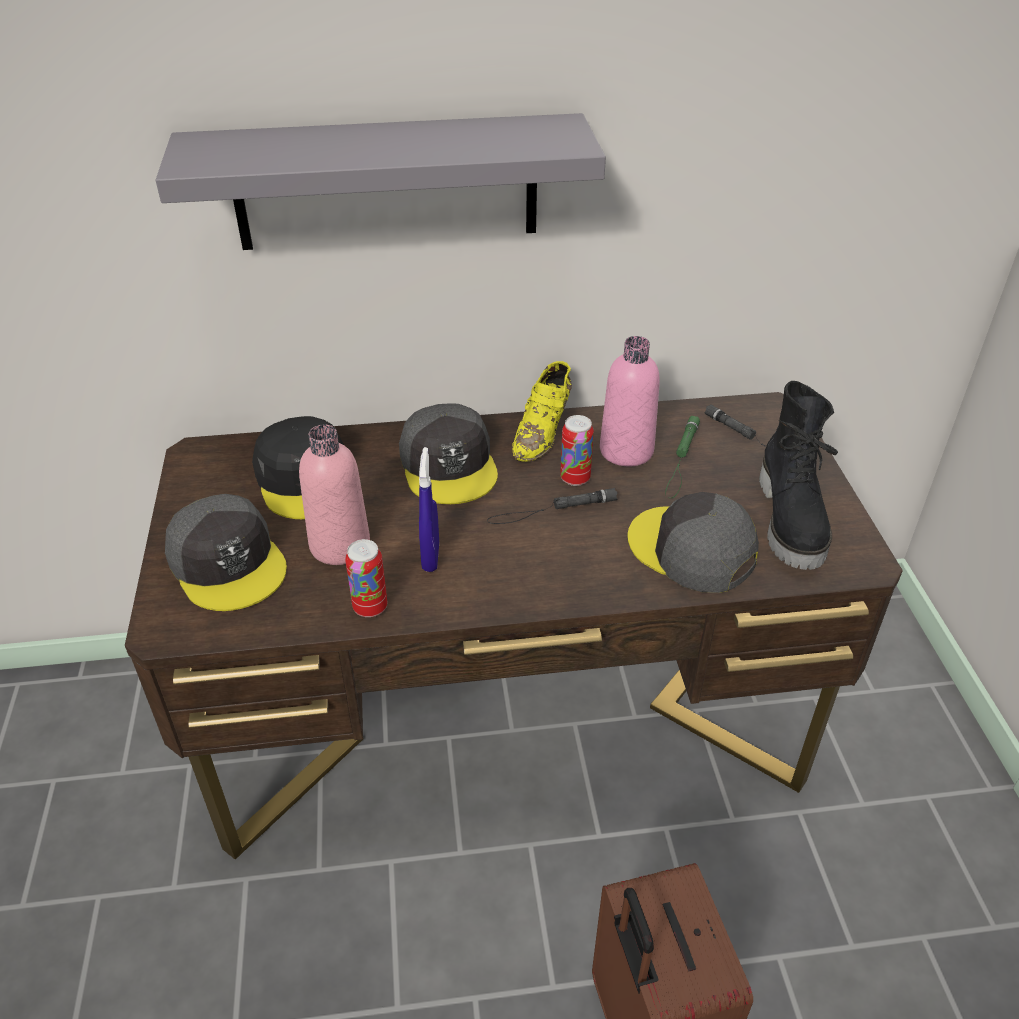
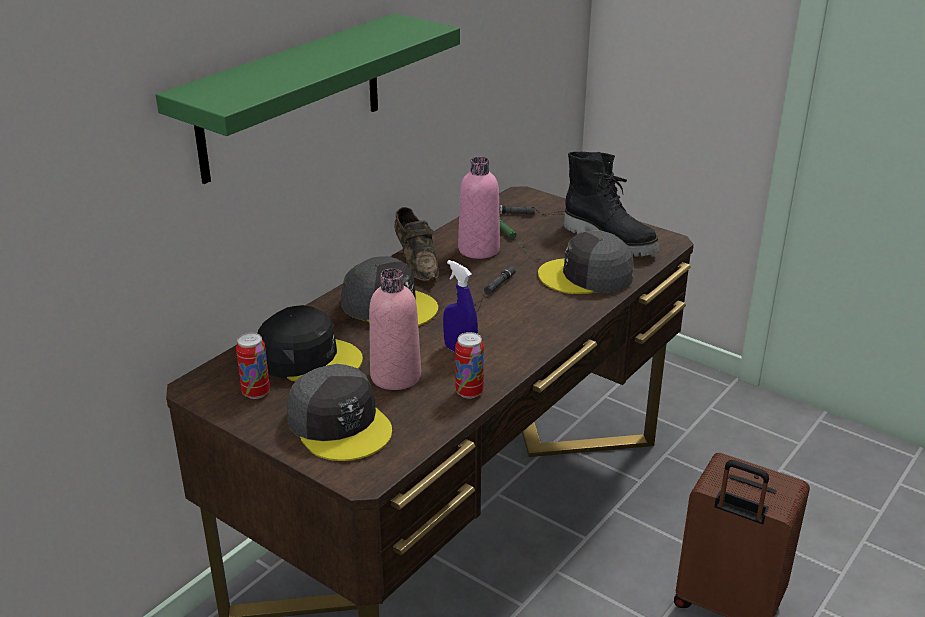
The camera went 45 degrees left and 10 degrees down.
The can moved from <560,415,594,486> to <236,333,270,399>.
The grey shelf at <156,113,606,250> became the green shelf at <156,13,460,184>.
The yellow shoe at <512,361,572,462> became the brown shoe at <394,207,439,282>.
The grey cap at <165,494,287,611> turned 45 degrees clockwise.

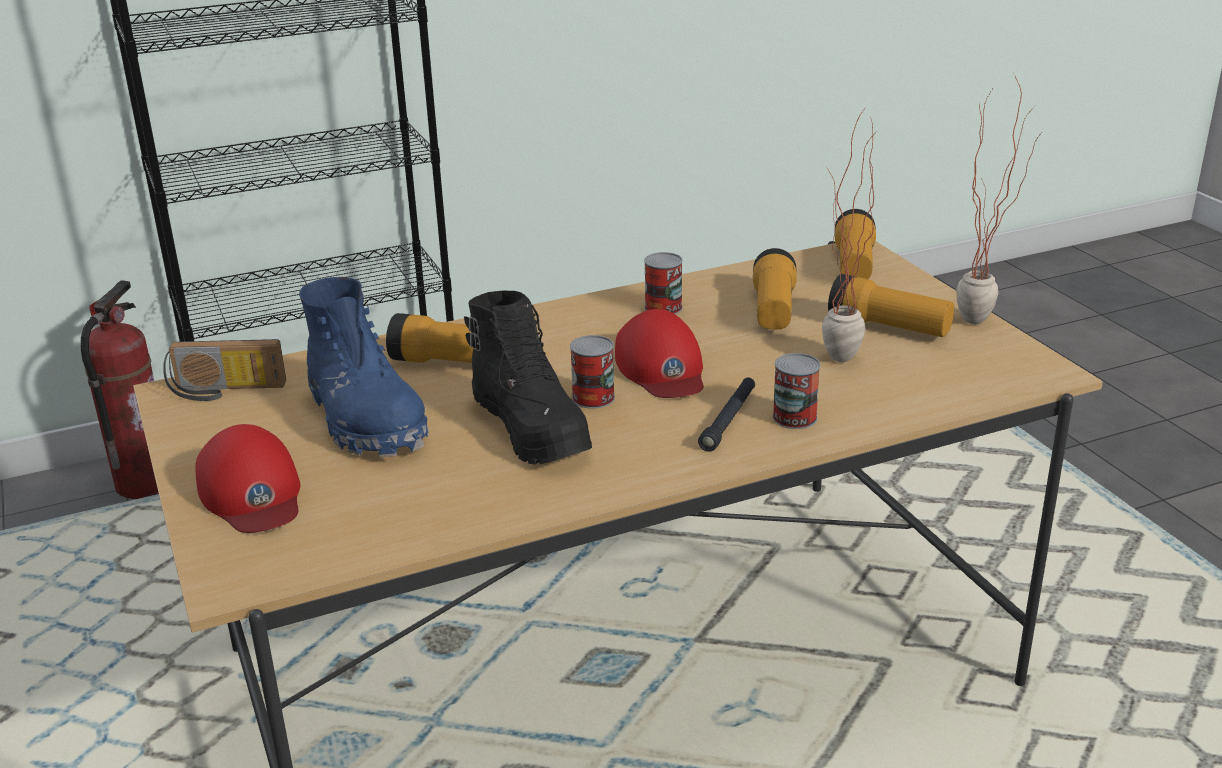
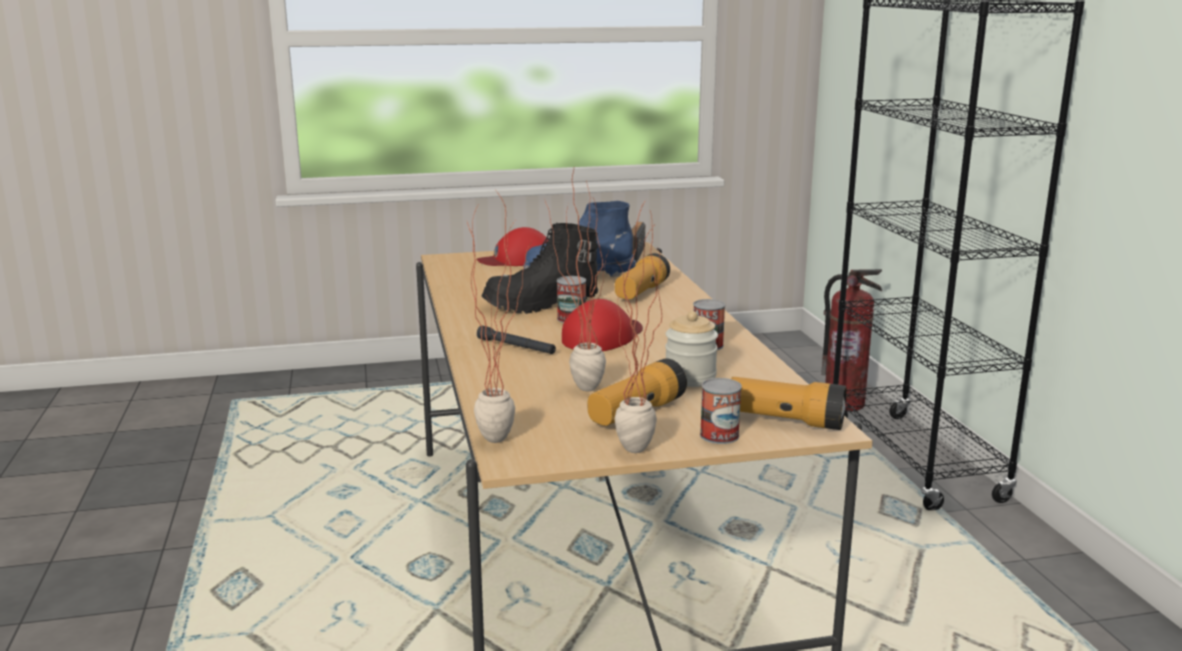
The camera went 100 degrees right and 10 degrees down.
The potted plant at <467,188,532,443> appeared.
The can moved from <773,353,821,429> to <700,378,742,444>.
The flashlight at <753,248,797,329> was replaced by the jar at <665,311,718,387>.
The red cap at <615,309,704,398> turned 135 degrees clockwise.

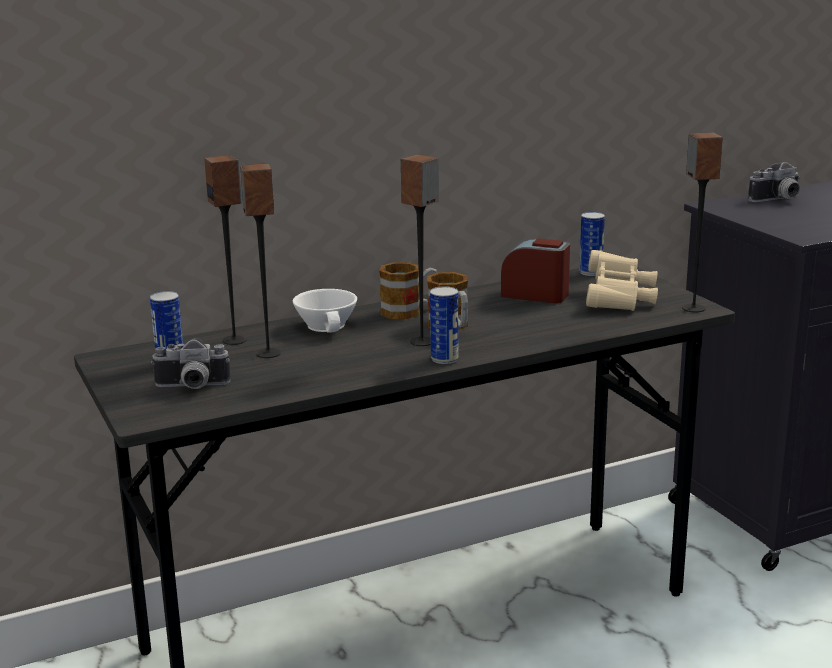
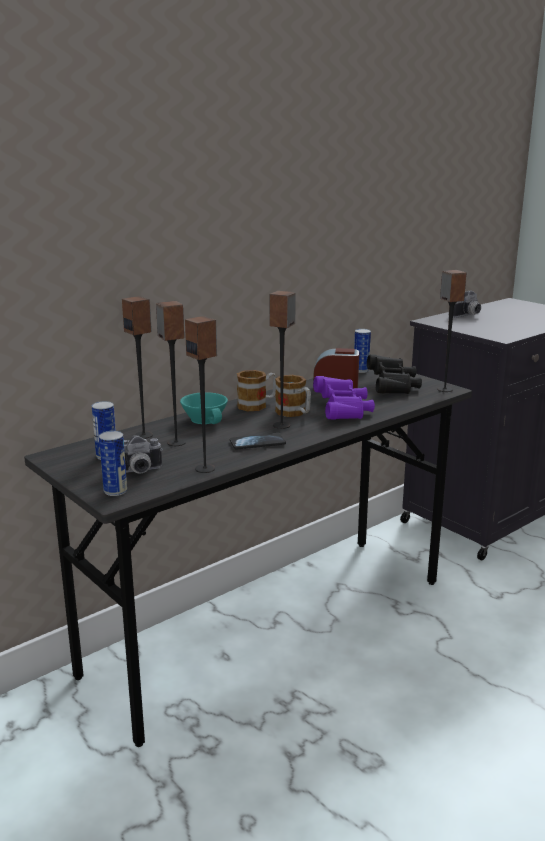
The camera went 15 degrees left and 0 degrees up.
The speaker at <185,316,217,473> appeared.
The phone at <230,433,286,449> appeared.
The purple binoculars at <313,376,375,420> appeared.
The can moved from <430,286,459,364> to <99,431,127,496>.
The white cup at <293,289,357,333> became the turquoise cup at <180,392,228,424>.
The beige binoculars at <586,250,658,311> became the black binoculars at <367,354,422,394>.

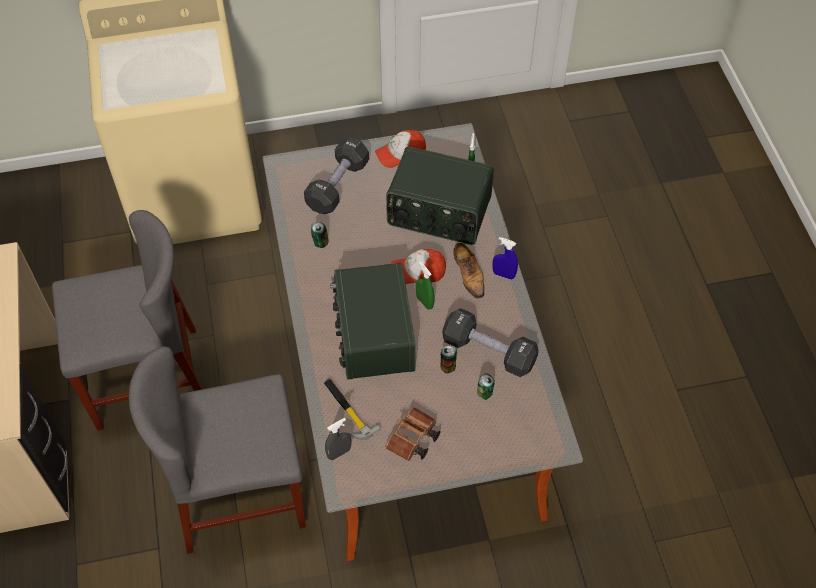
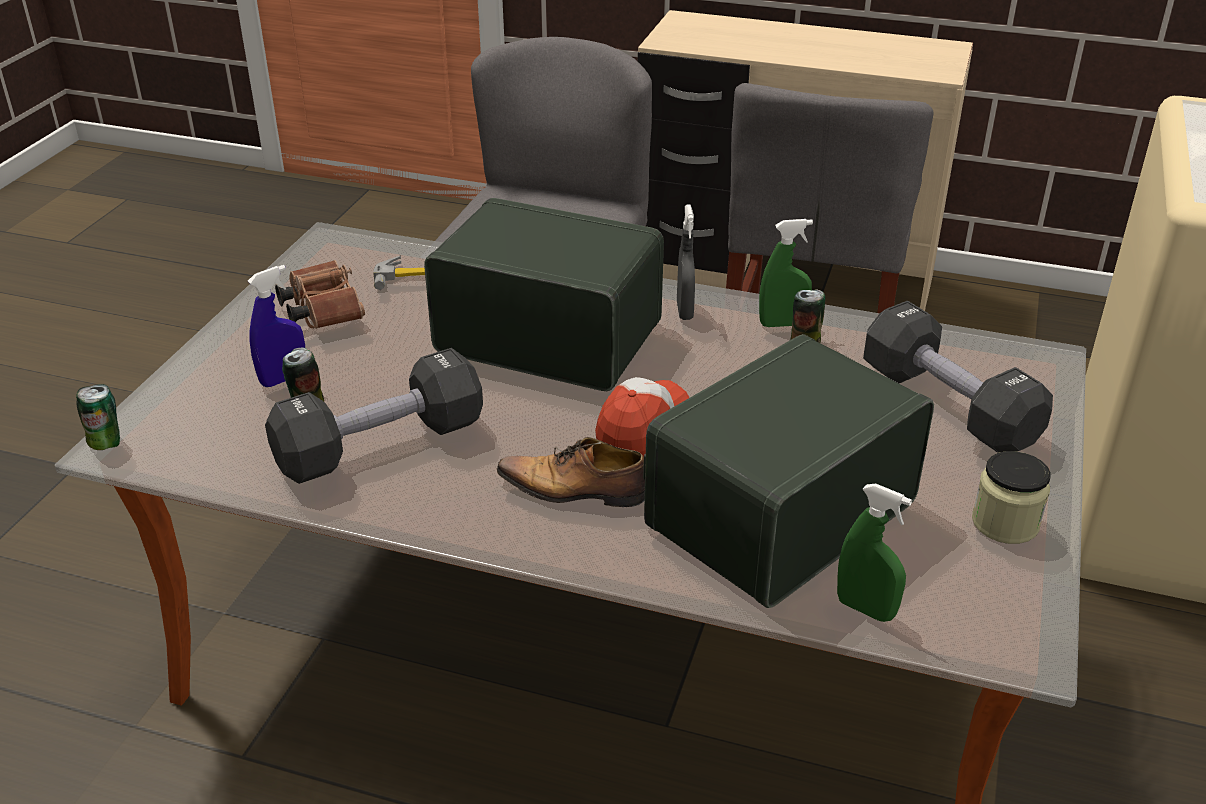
The camera went 120 degrees right and 20 degrees down.
The grey spray bottle moved from <325,418,351,460> to <677,204,695,320>.
The green spray bottle moved from <416,261,434,309> to <759,219,813,327>.
The can moved from <440,345,457,373> to <76,384,120,450>.
The blue spray bottle moved from <492,237,518,280> to <248,265,305,387>.
The cap at <375,130,426,168> was replaced by the jar at <972,451,1051,544>.

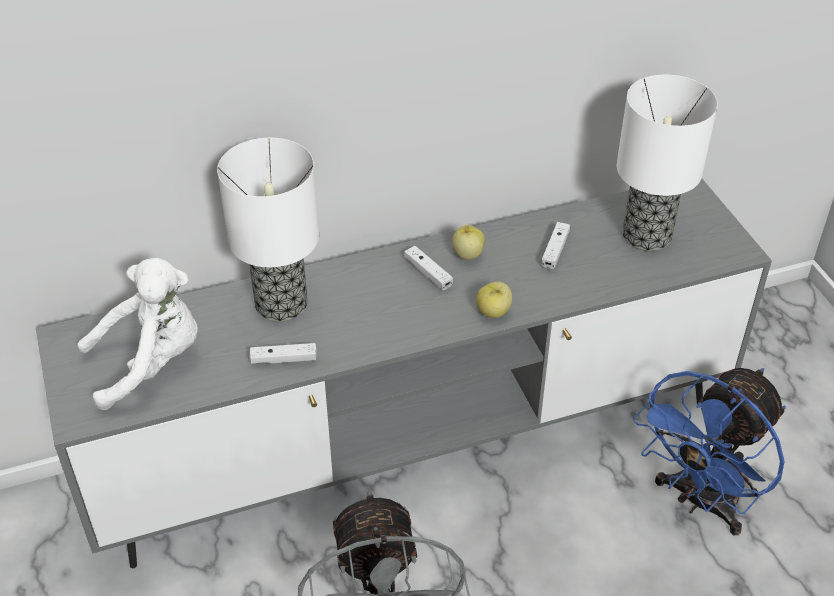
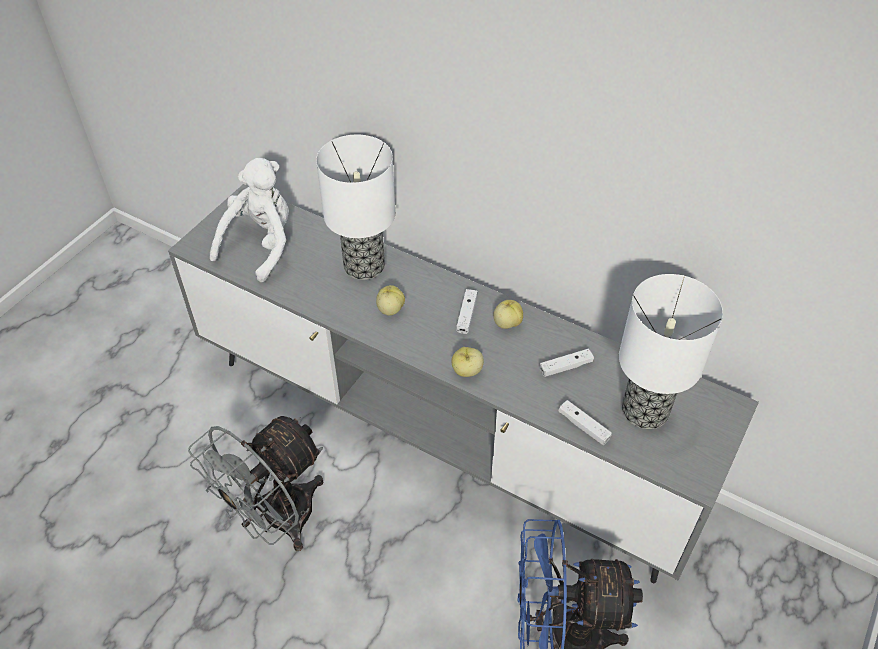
The camera went 50 degrees right and 5 degrees up.
The apple at <376,285,405,316> appeared.
The white game controller moved from <250,343,317,364> to <558,400,612,445>.
The white plush toy at <77,258,198,410> turned 90 degrees counterclockwise.

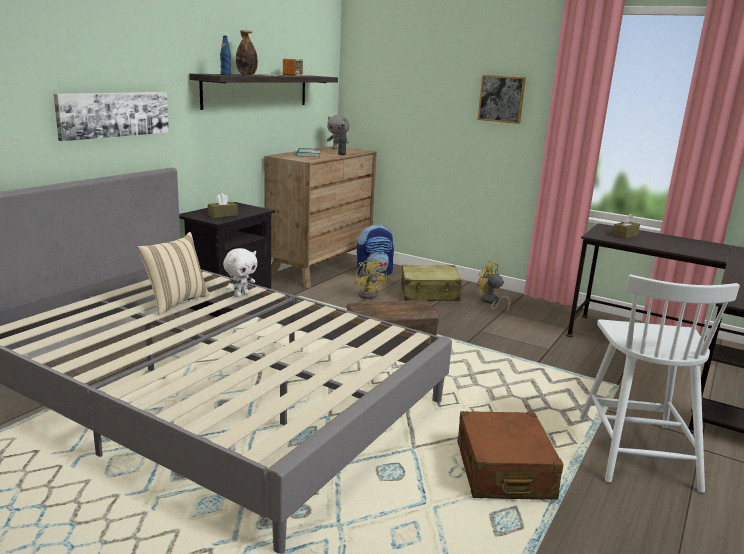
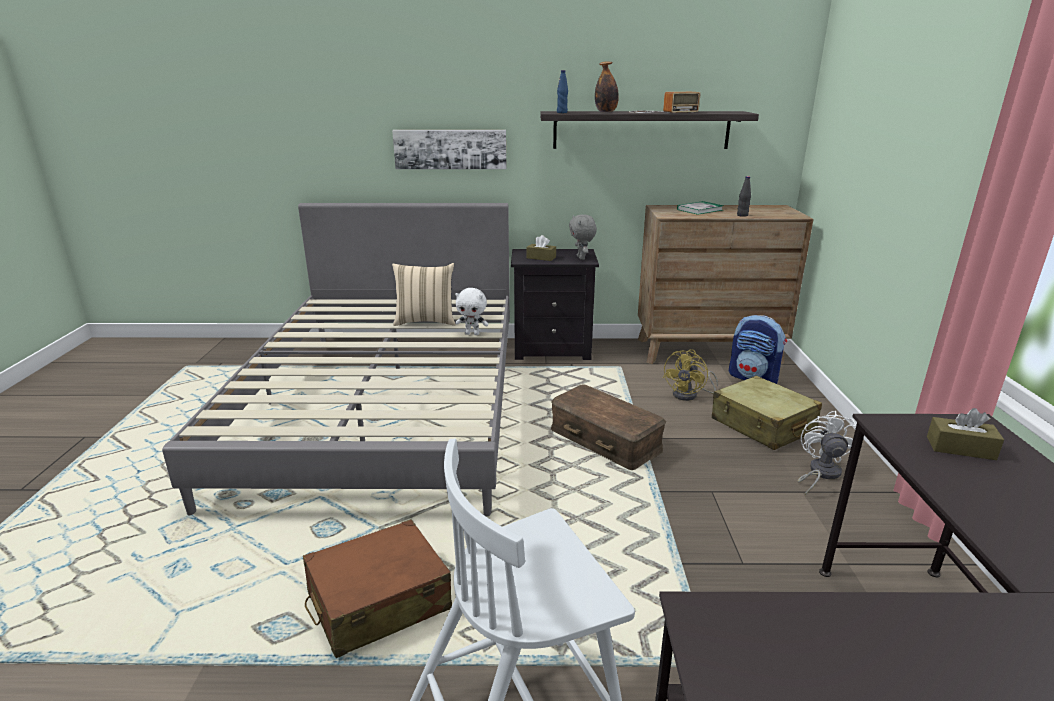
The camera went 60 degrees right and 5 degrees up.
The picture at <478,75,526,124> disappeared.
The grey plush toy moved from <327,115,350,149> to <569,215,597,260>.
The yellow fan at <477,261,510,313> became the white fan at <797,411,856,495>.

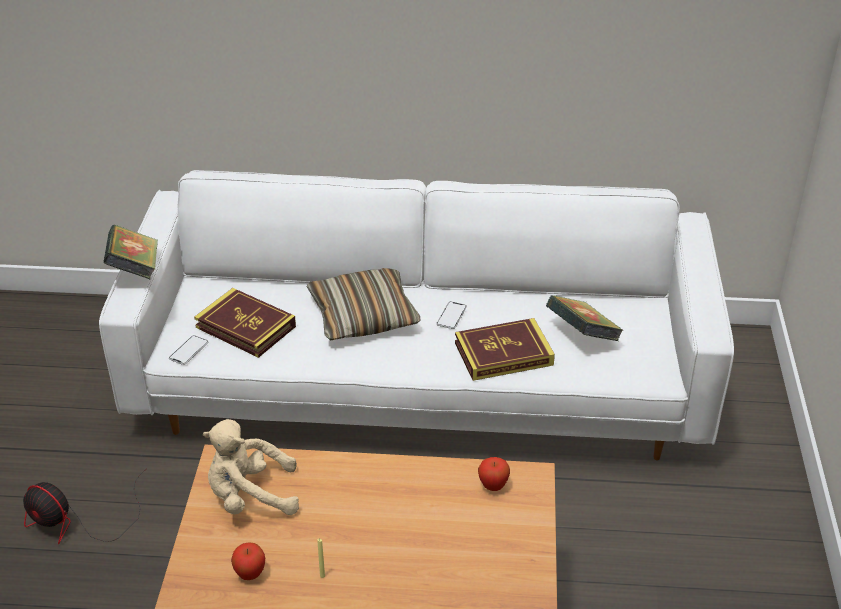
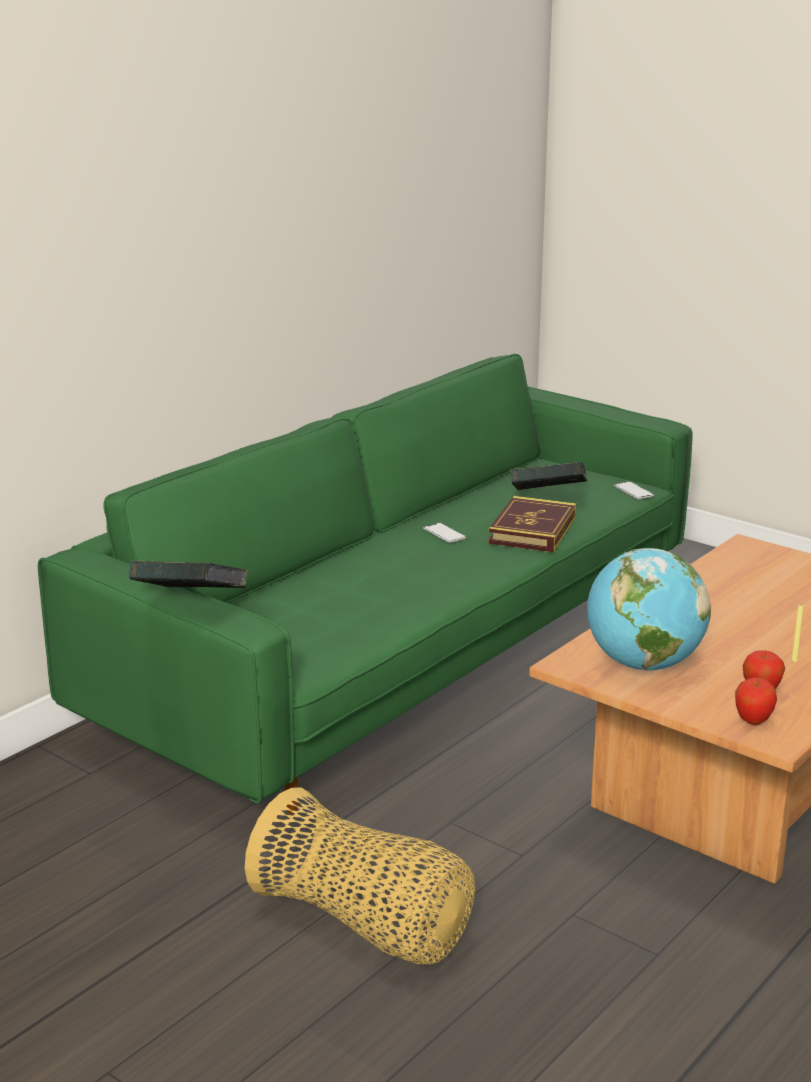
The camera went 55 degrees left and 15 degrees down.
The book at <194,288,296,358> disappeared.
The pillow at <306,268,421,341> disappeared.
The phone moved from <169,335,208,365> to <614,481,654,500>.
The apple moved from <478,457,510,491> to <735,678,777,725>.
The fan at <23,469,146,544> was replaced by the basket at <245,787,475,964>.
The beige plush toy at <203,419,299,515> was replaced by the globe at <587,548,711,671>.
The white sofa at <99,170,734,460> became the green sofa at <38,354,692,814>.

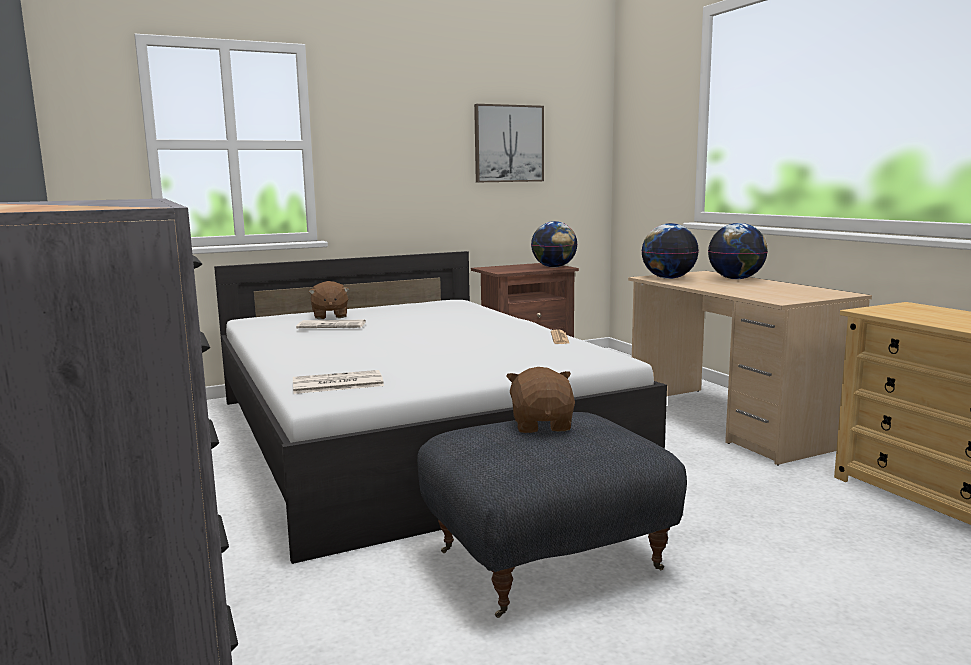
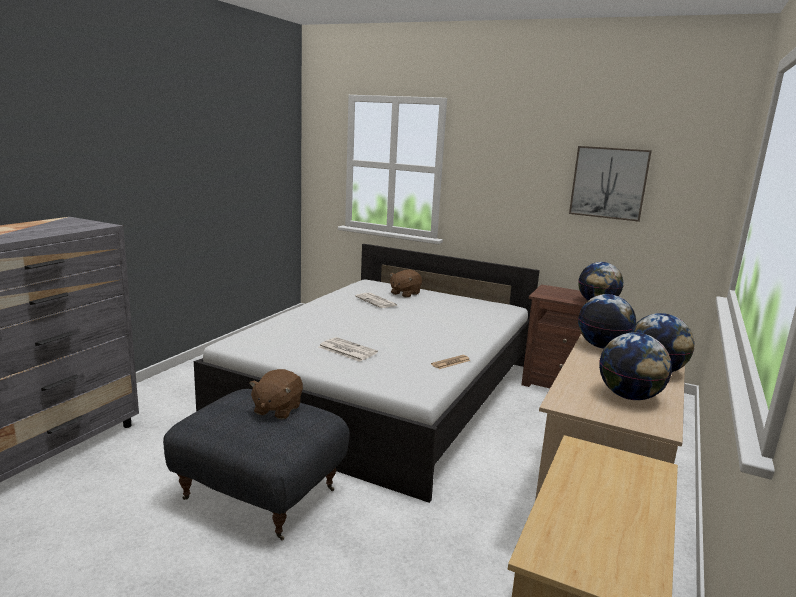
The camera went 50 degrees right and 5 degrees up.
The globe at <599,333,672,400> appeared.
The newspaper moved from <293,370,384,394> to <319,337,378,362>.
The brown plush toy at <506,367,575,433> turned 150 degrees clockwise.

